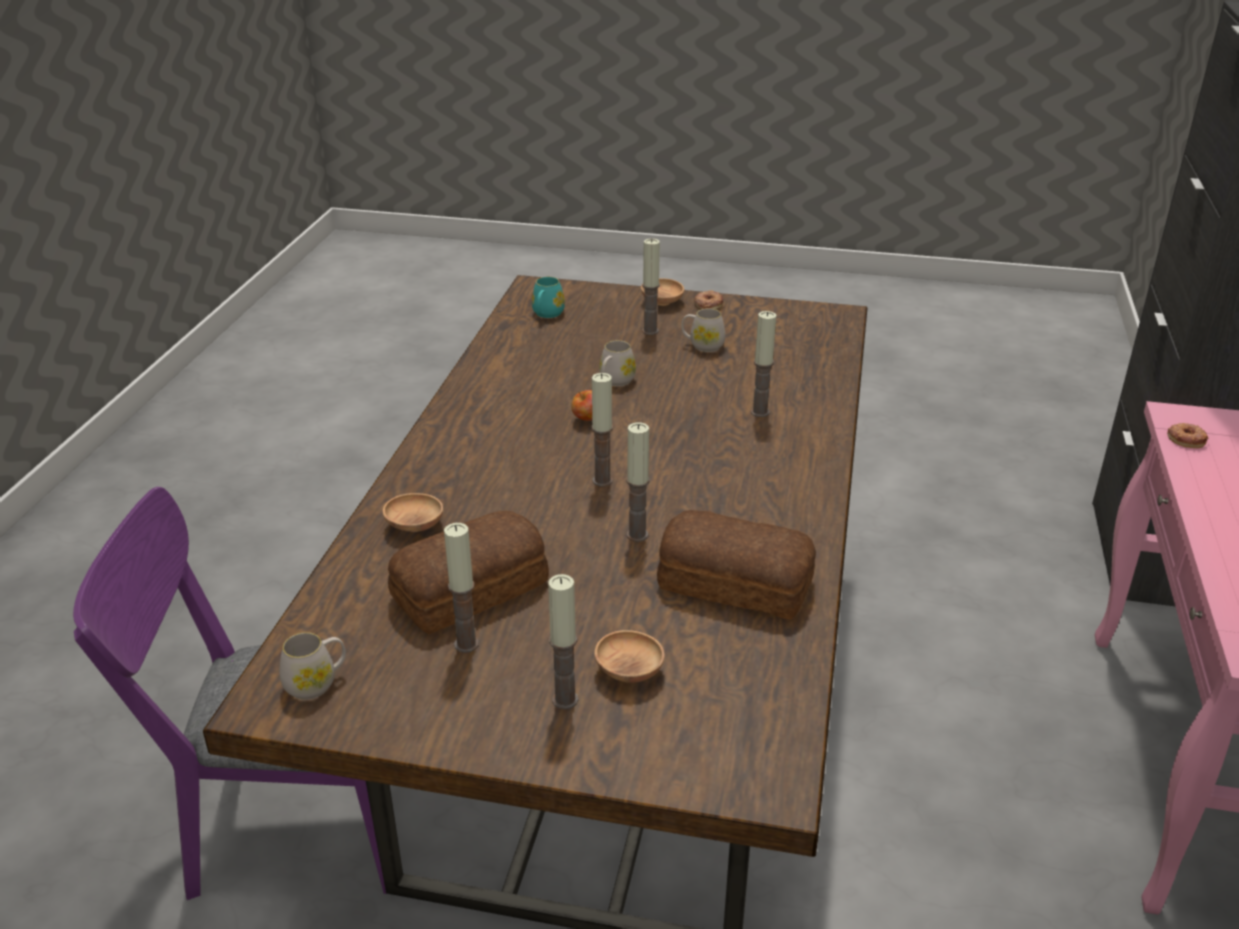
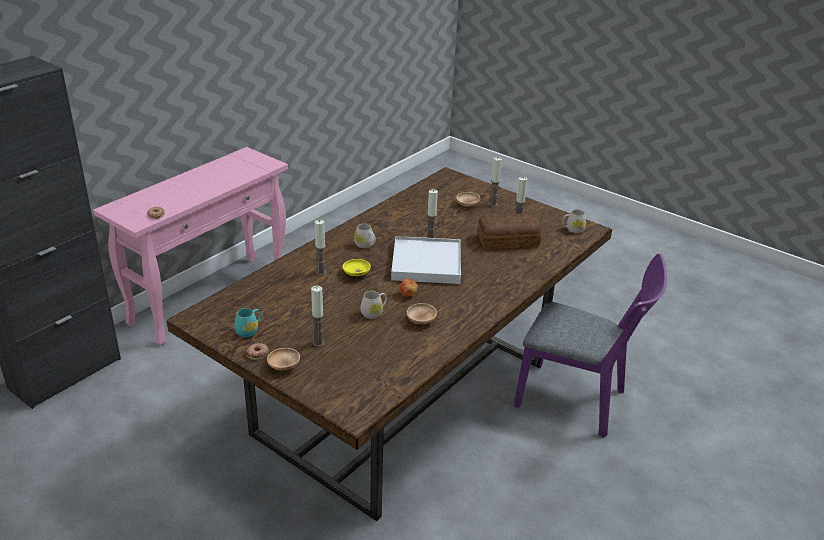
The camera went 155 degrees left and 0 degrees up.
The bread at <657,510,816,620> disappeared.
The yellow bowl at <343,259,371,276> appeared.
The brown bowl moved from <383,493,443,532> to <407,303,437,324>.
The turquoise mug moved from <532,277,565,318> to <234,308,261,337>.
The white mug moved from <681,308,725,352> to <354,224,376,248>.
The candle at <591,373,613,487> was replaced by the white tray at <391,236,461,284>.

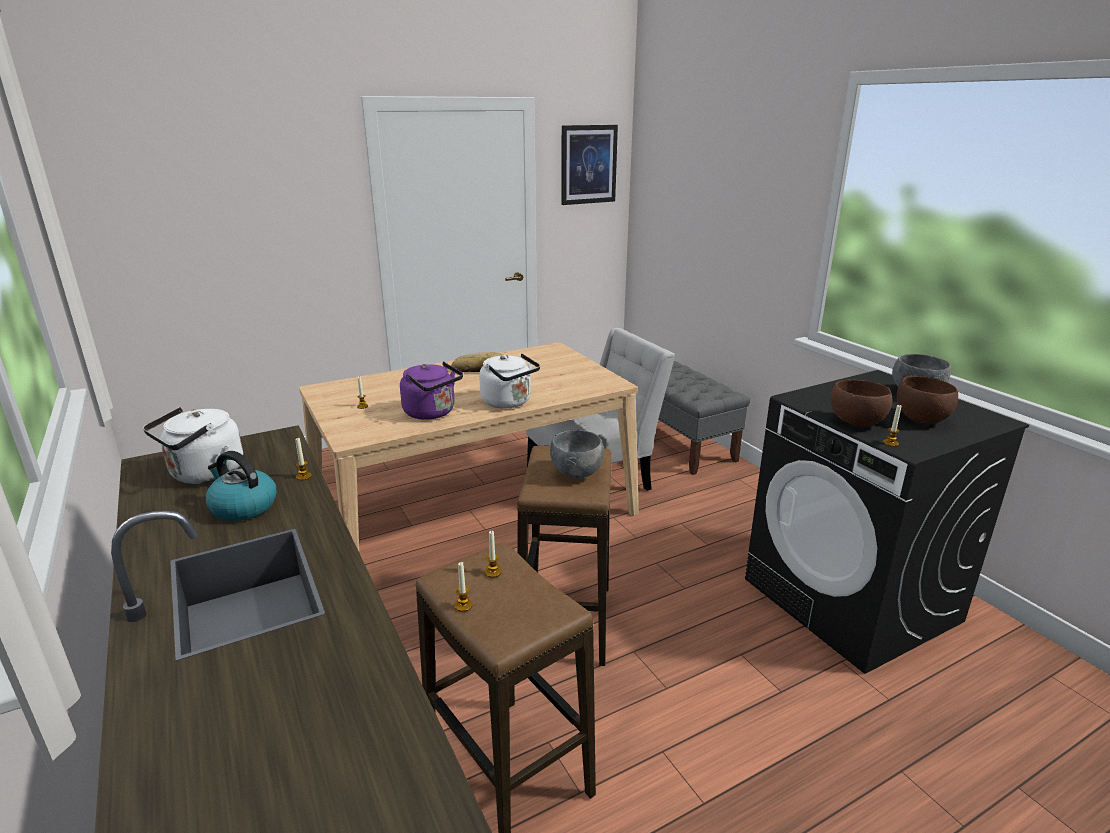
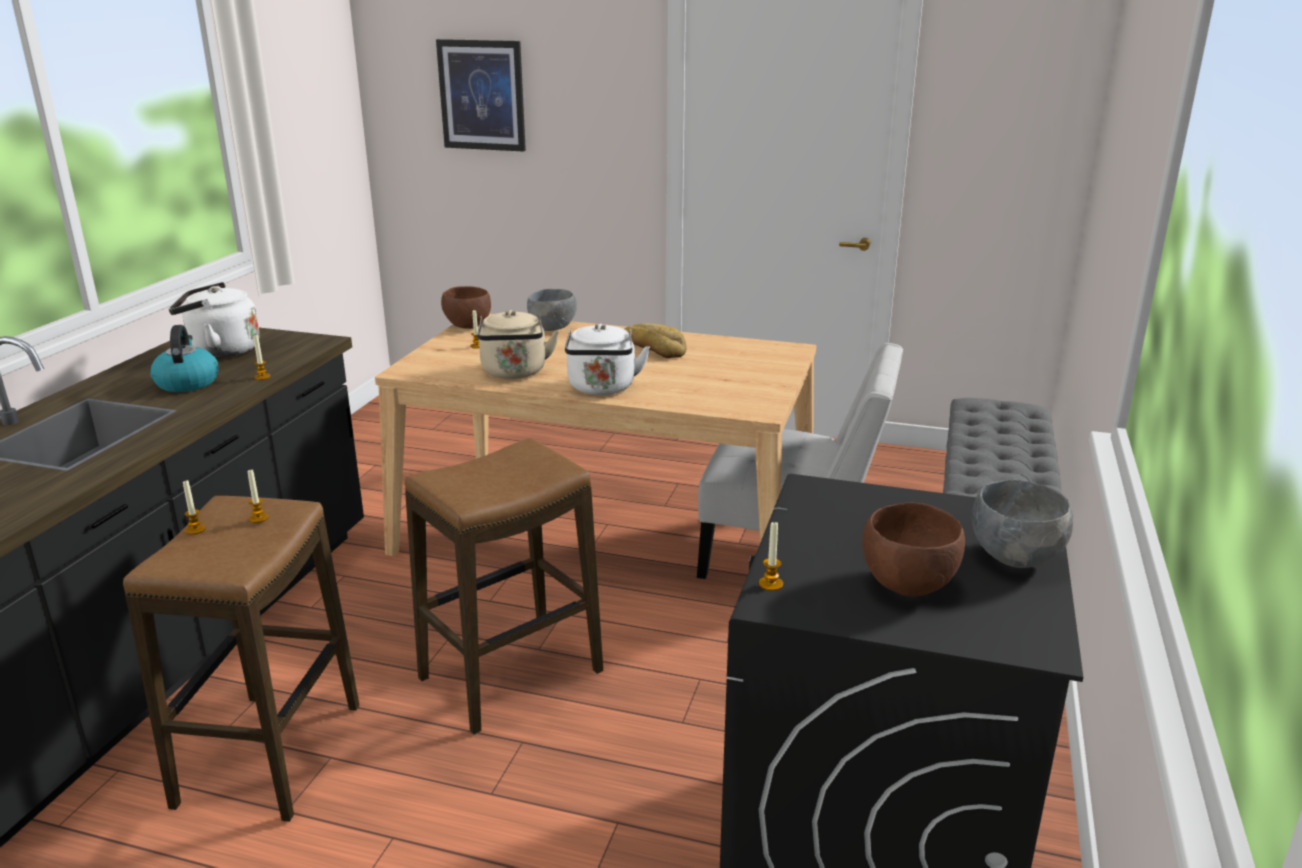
The camera went 45 degrees right and 0 degrees up.
The grey bowl moved from <550,430,604,479> to <527,289,577,331>.
The picture moved from <561,125,618,205> to <436,39,526,152>.
The brown bowl moved from <831,380,893,427> to <441,286,491,329>.
The purple kettle at <400,362,463,420> became the beige kettle at <477,310,559,379>.

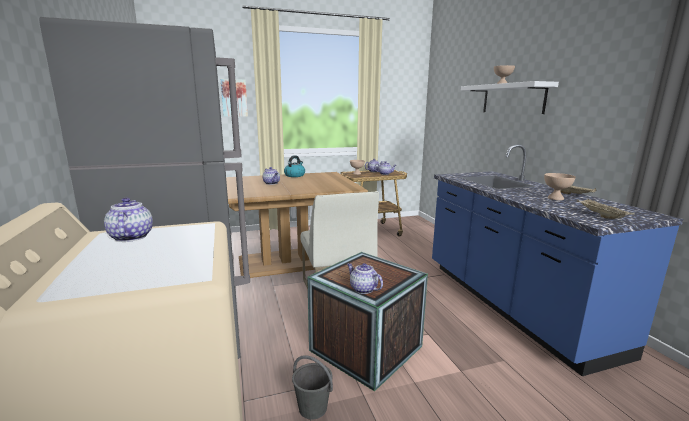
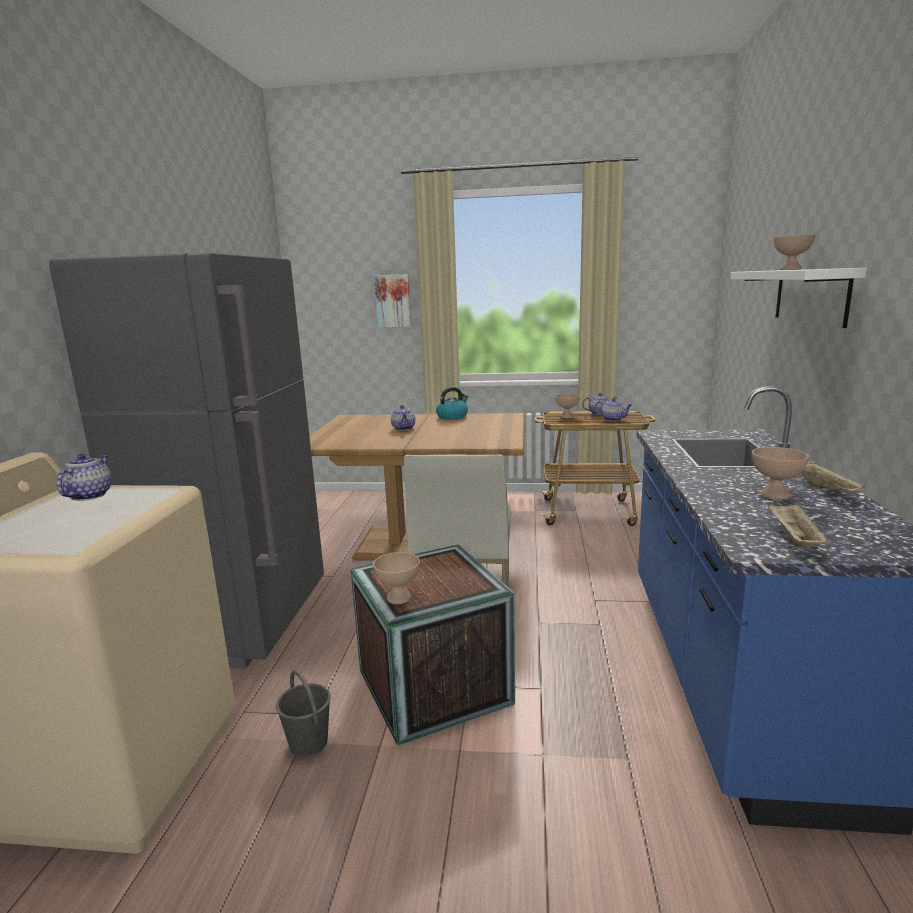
The camera went 25 degrees right and 0 degrees up.
The teapot at <347,263,383,294> was replaced by the beige bowl at <373,552,420,604>.

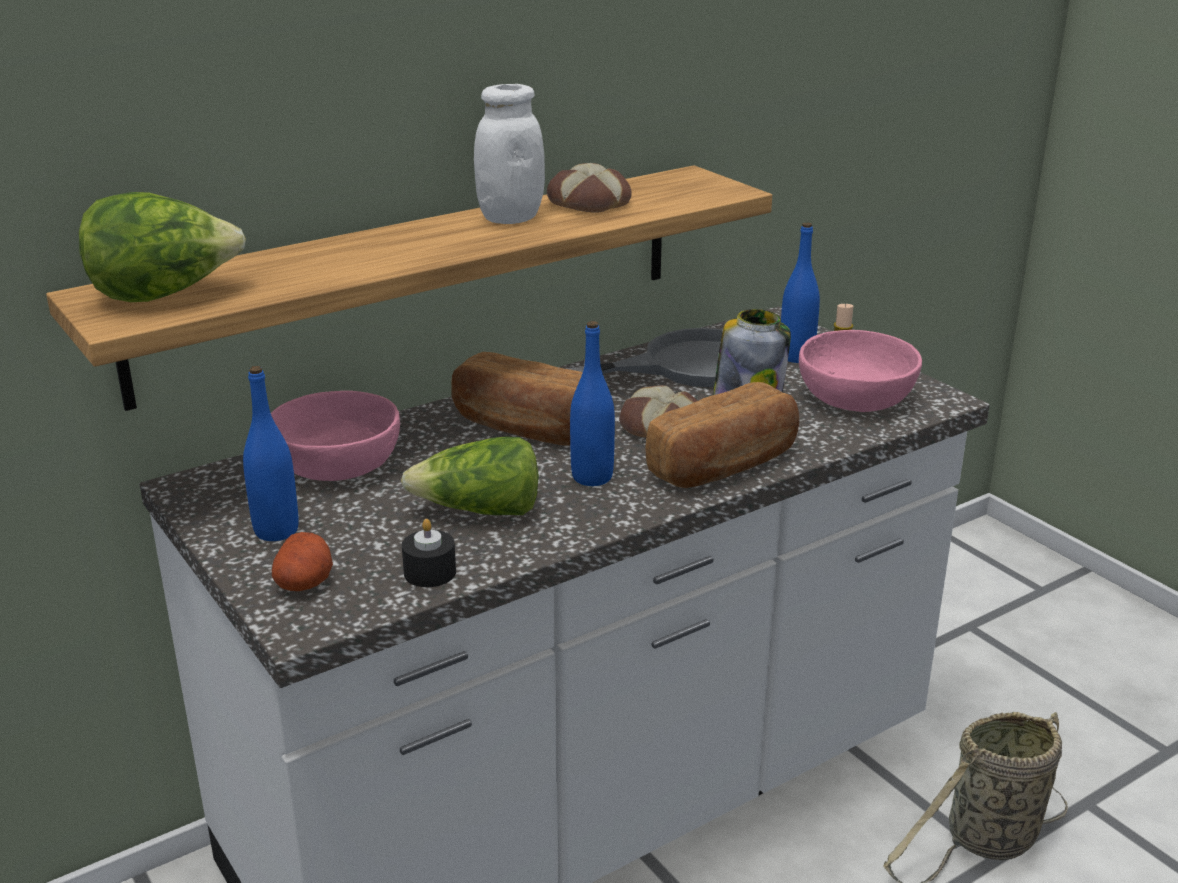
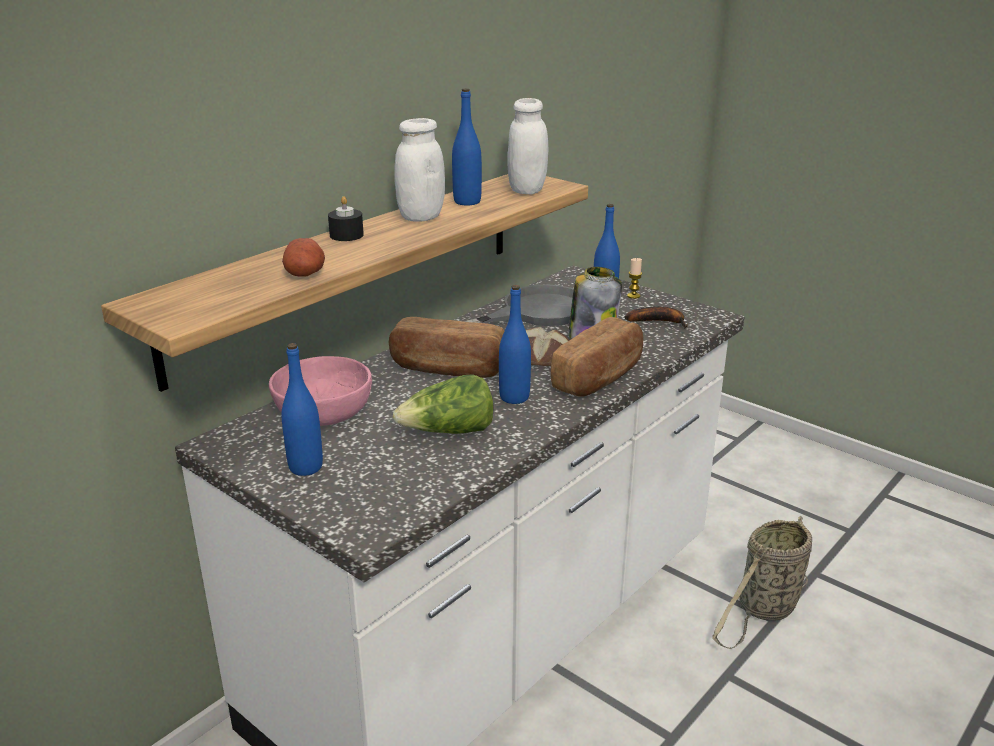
The camera went 15 degrees left and 0 degrees up.
The lettuce at <79,192,246,302> disappeared.
The white jar at <508,98,548,195> appeared.
The potato moved from <272,532,333,591> to <282,238,325,277>.
The black candle moved from <402,519,456,587> to <328,196,364,241>.
The bread at <547,163,632,213> was replaced by the blue bottle at <452,88,482,205>.
The pink bowl at <799,330,922,412> was replaced by the banana at <625,306,688,329>.

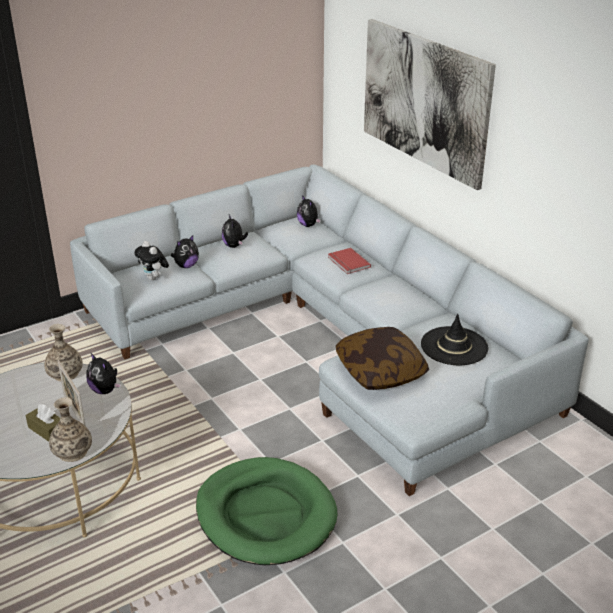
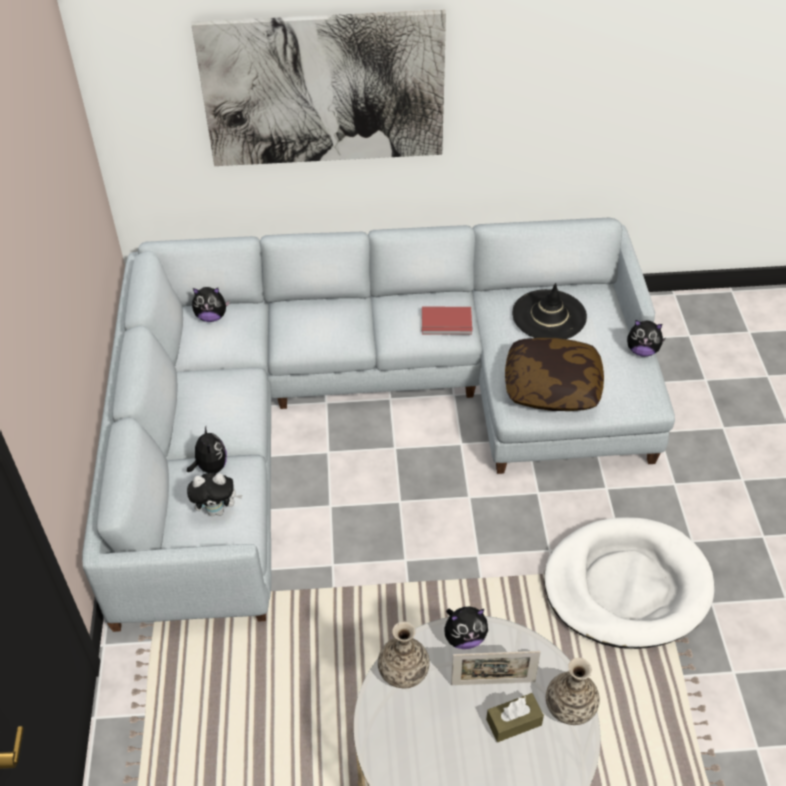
The camera went 60 degrees left and 15 degrees up.
The plush toy moved from <222,215,248,248> to <627,320,666,357>.
The red book moved from <328,248,371,274> to <422,307,473,335>.
The green dog bed at <196,457,337,565> became the white dog bed at <544,517,714,649>.

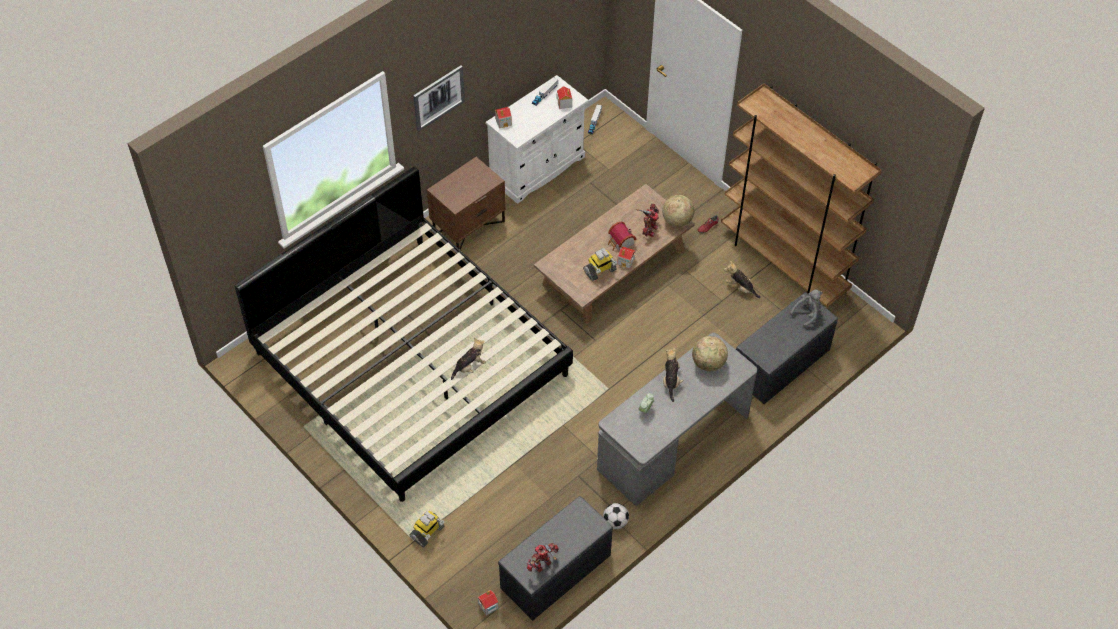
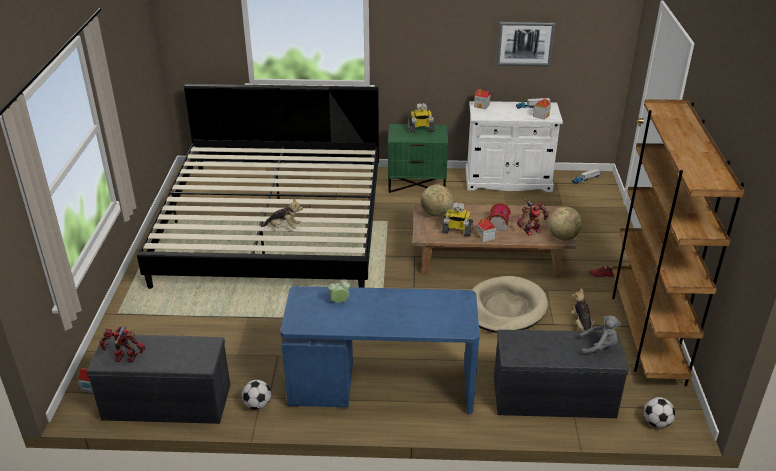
The camera went 45 degrees right and 20 degrees down.
The plush toy at <663,347,683,402> disappeared.
The beige dog bed at <472,276,548,333> appeared.
The football at <644,397,675,428> appeared.
The toy robot moved from <409,511,445,547> to <408,103,435,133>.
The picture moved from <413,65,465,132> to <496,22,556,66>.
The globe moved from <692,336,728,371> to <421,184,453,217>.
The brown nightstand at <427,157,506,250> became the green nightstand at <388,124,448,193>.
The grey desk at <597,333,757,506> became the blue desk at <280,286,480,415>.

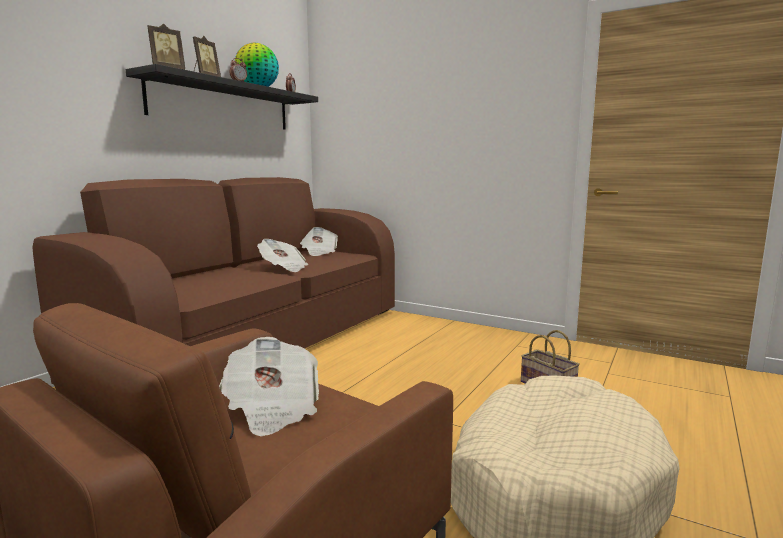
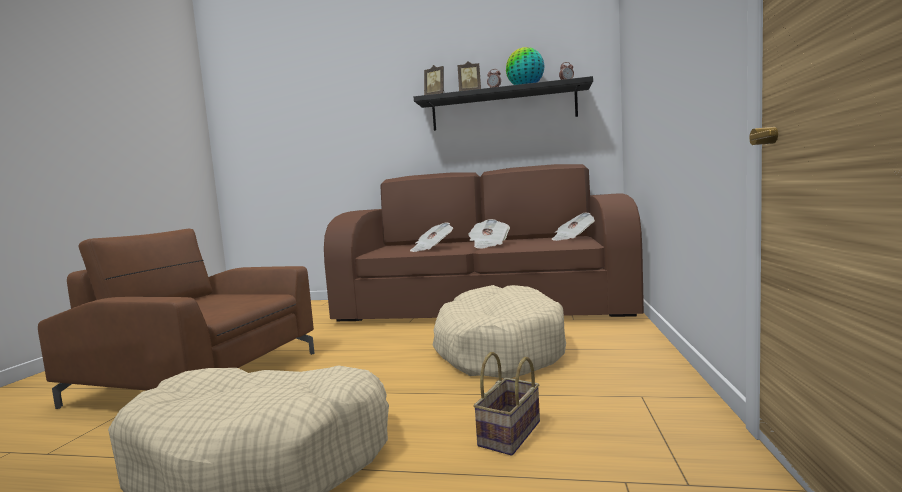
The camera went 70 degrees right and 5 degrees down.
The beige dog bed at <433,285,566,378> appeared.
The newspaper moved from <219,337,319,436> to <410,222,453,252>.

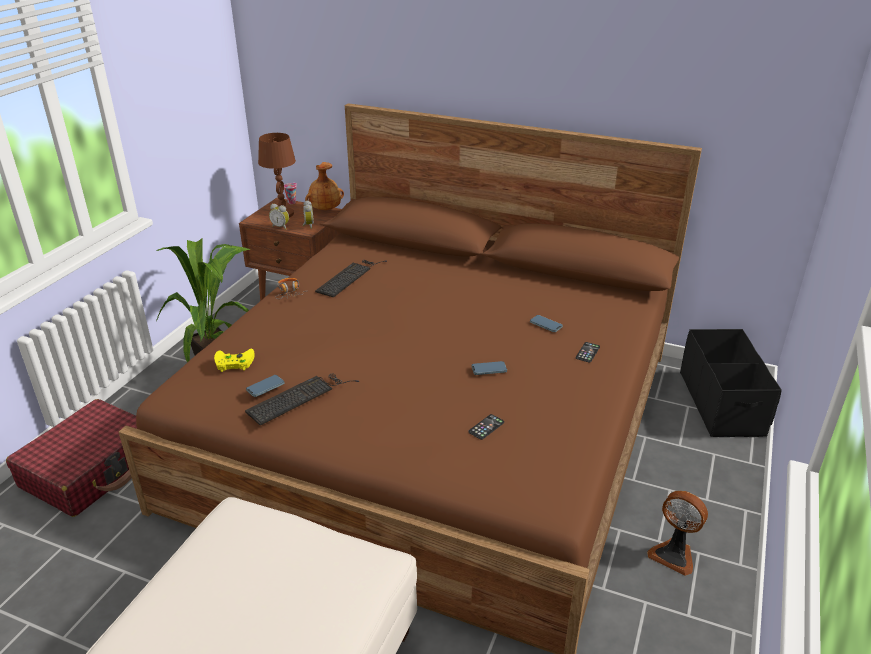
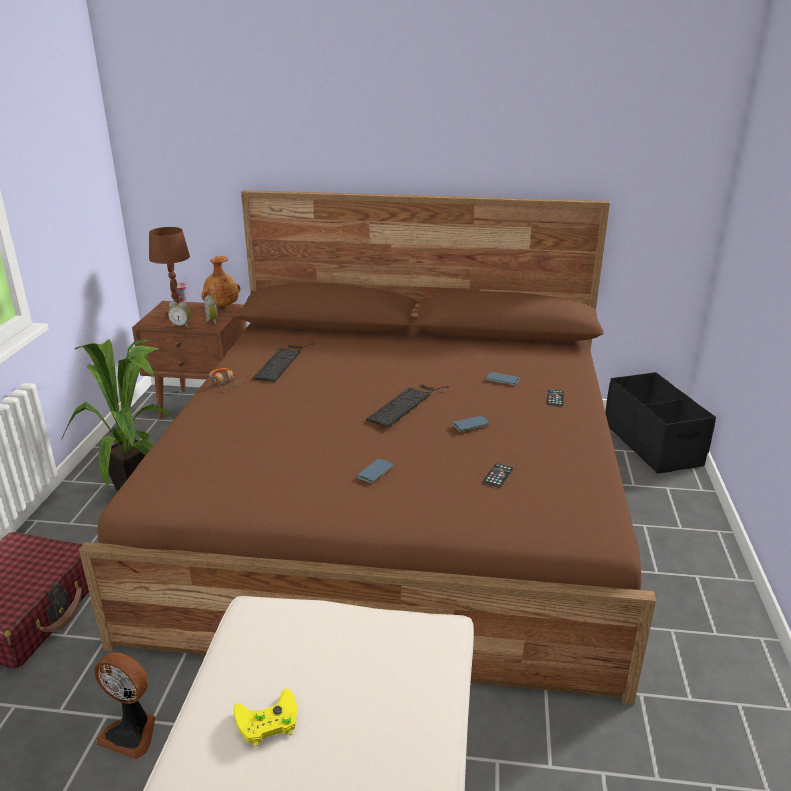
The camera went 15 degrees left and 5 degrees down.
The yellow game controller moved from <214,348,255,372> to <234,689,297,747>.
The keyboard moved from <245,374,359,426> to <366,385,449,428>.
The phone moved from <246,375,284,397> to <357,459,393,483>.
The fan moved from <647,491,708,576> to <94,652,156,759>.

